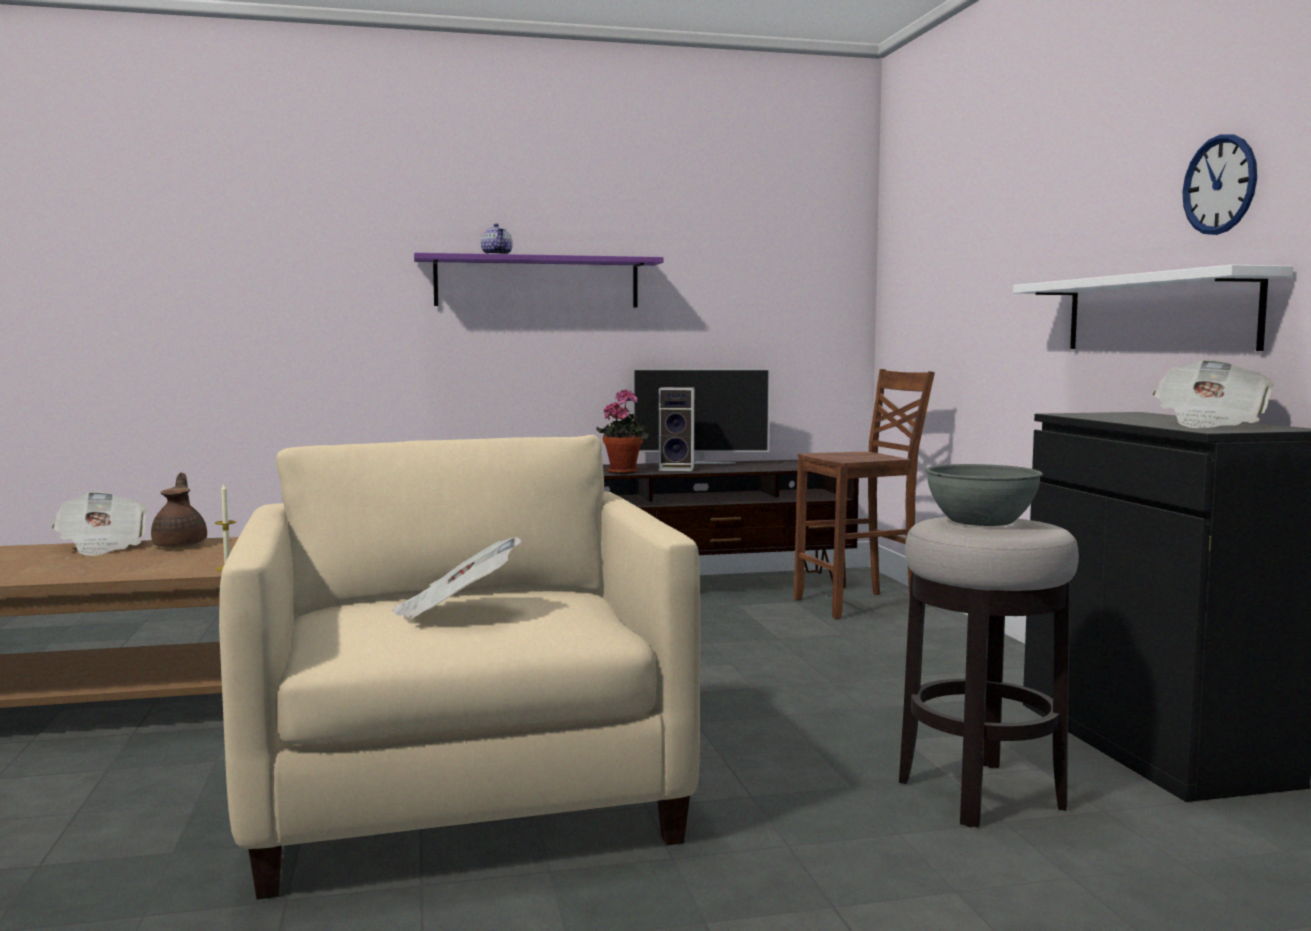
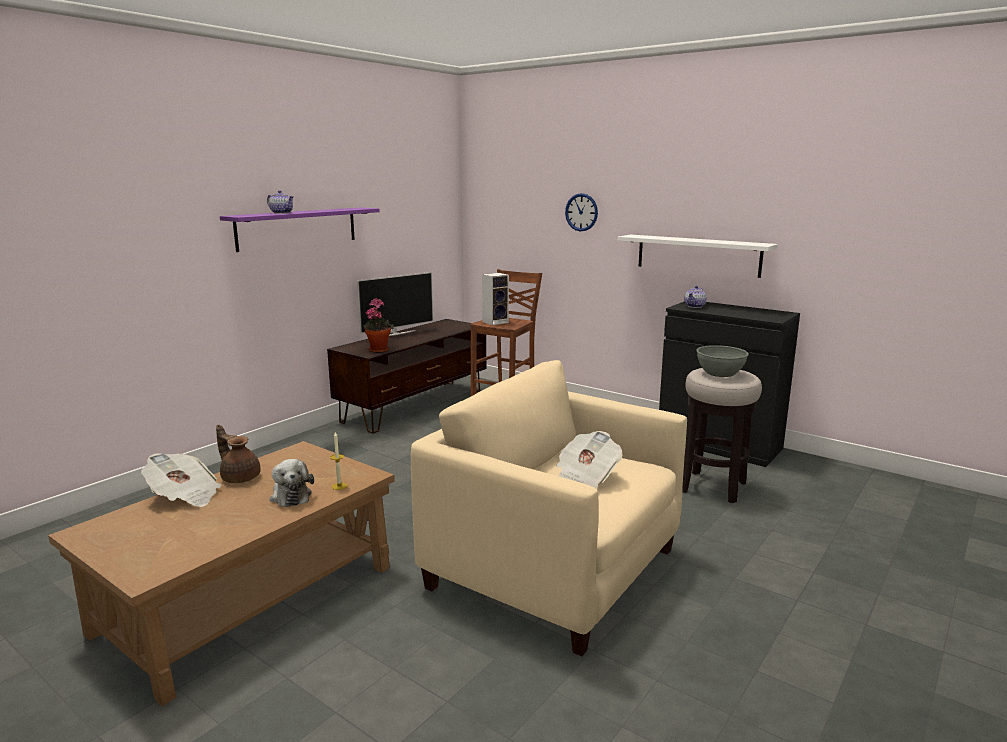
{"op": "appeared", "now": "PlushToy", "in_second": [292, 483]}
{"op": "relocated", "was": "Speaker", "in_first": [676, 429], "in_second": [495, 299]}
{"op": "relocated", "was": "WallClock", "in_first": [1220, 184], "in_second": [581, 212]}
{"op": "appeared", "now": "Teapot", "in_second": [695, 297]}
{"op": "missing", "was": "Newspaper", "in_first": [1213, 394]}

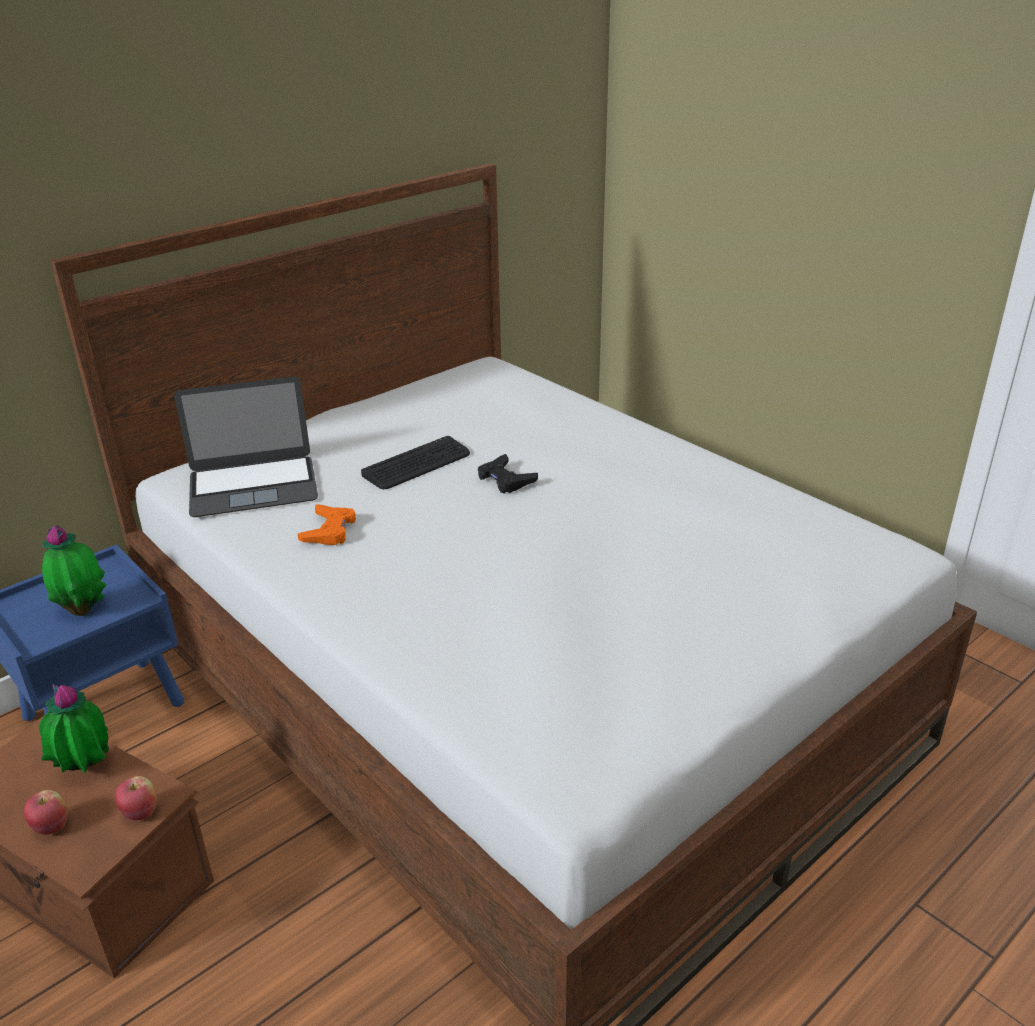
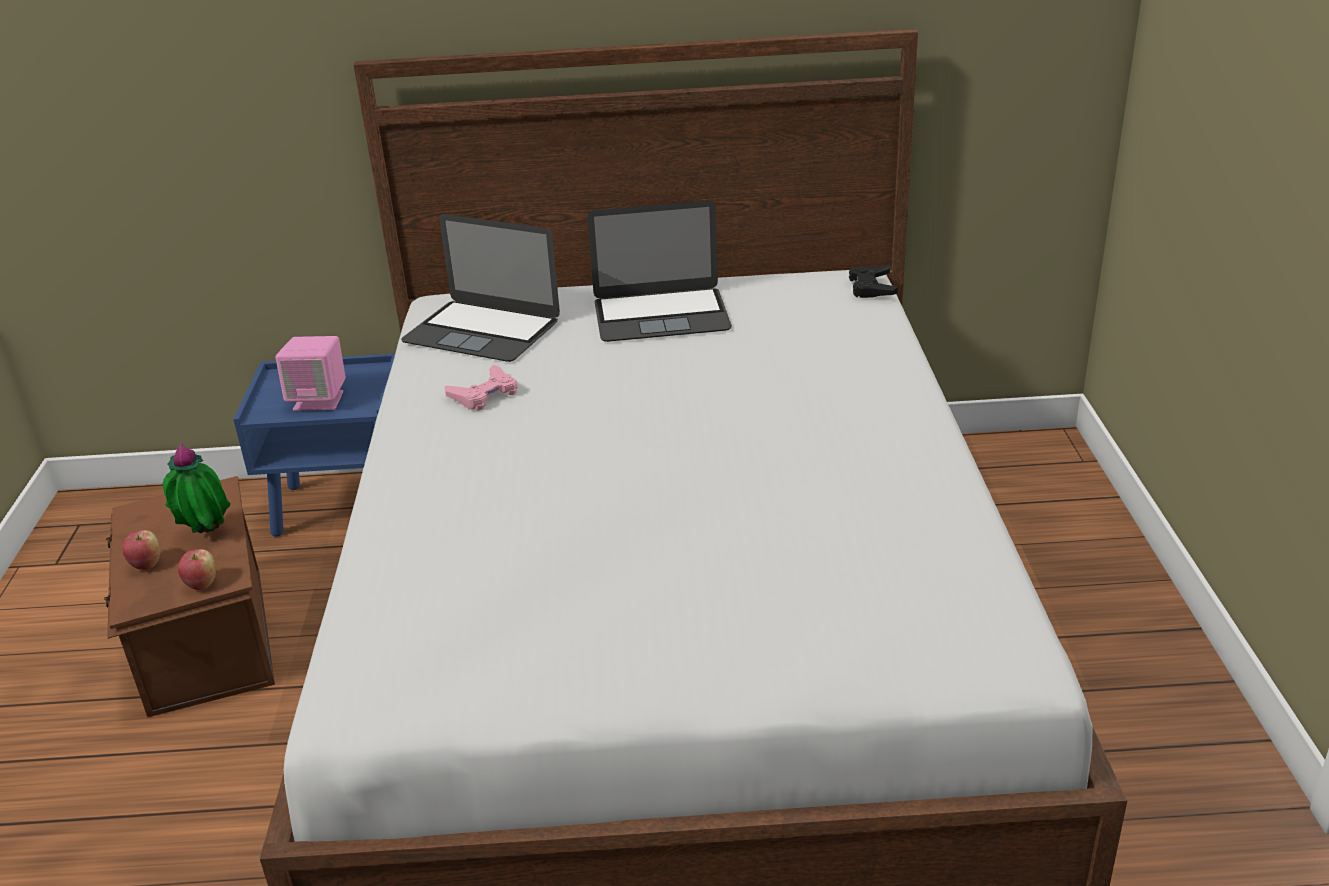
{"op": "exchanged", "was": "PottedPlant", "now": "PinkSpeaker", "in_first": [74, 570], "in_second": [310, 373]}
{"op": "colour", "was": "OrangeGameController", "now": "PinkGameController", "in_first": [327, 524], "in_second": [481, 388]}
{"op": "appeared", "now": "Laptop", "in_second": [659, 271]}
{"op": "relocated", "was": "BlackGameController", "in_first": [508, 474], "in_second": [873, 281]}
{"op": "missing", "was": "Keyboard", "in_first": [415, 462]}

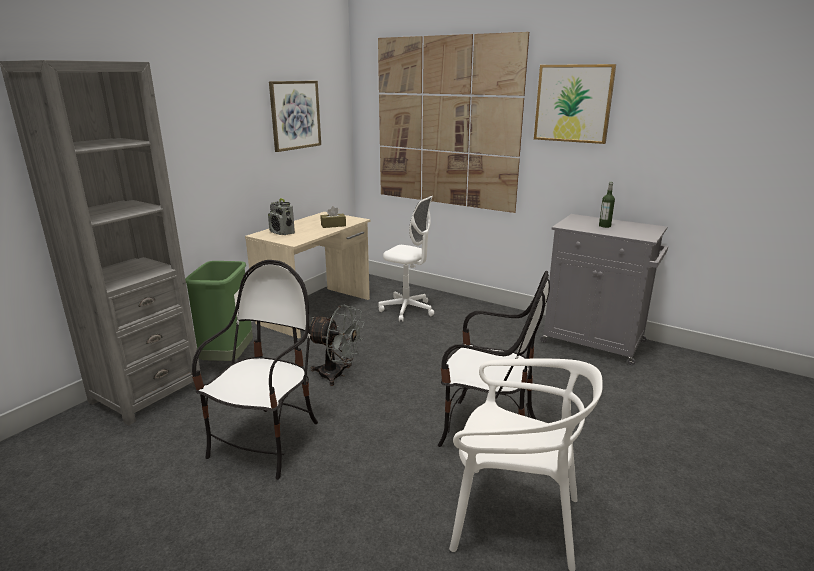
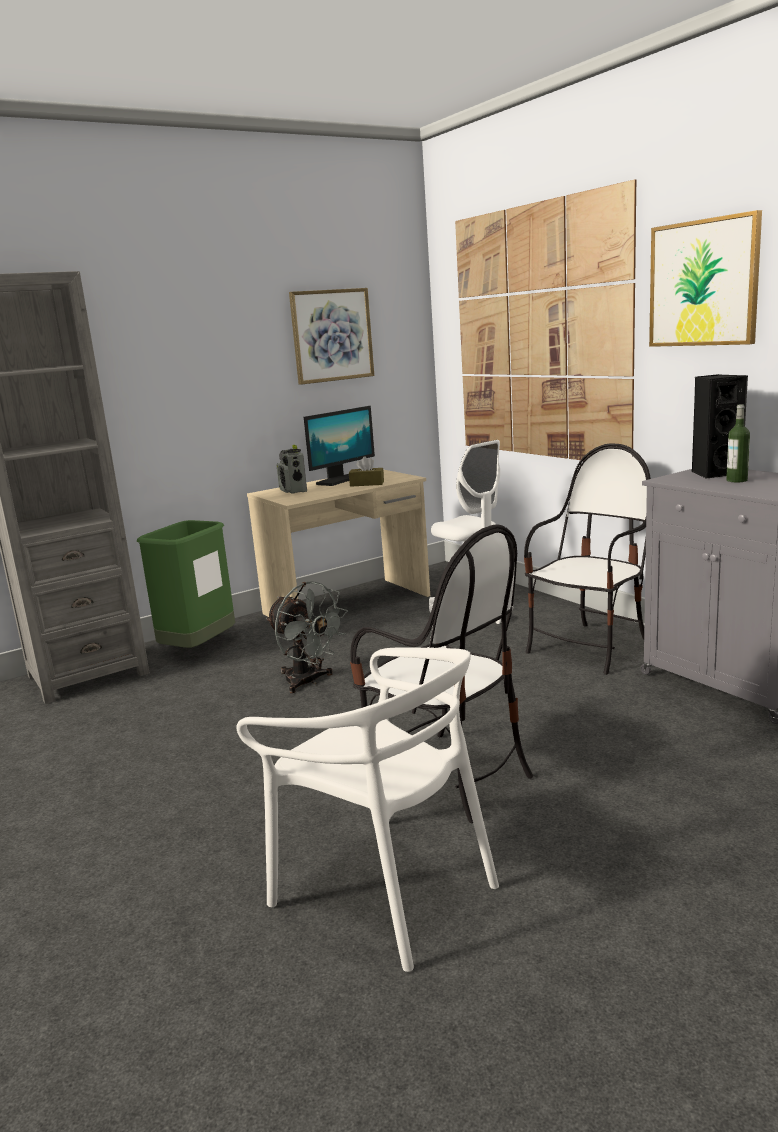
{"op": "appeared", "now": "Monitor", "in_second": [339, 446]}
{"op": "relocated", "was": "Chair", "in_first": [255, 370], "in_second": [587, 559]}
{"op": "appeared", "now": "BlackSpeaker", "in_second": [720, 426]}

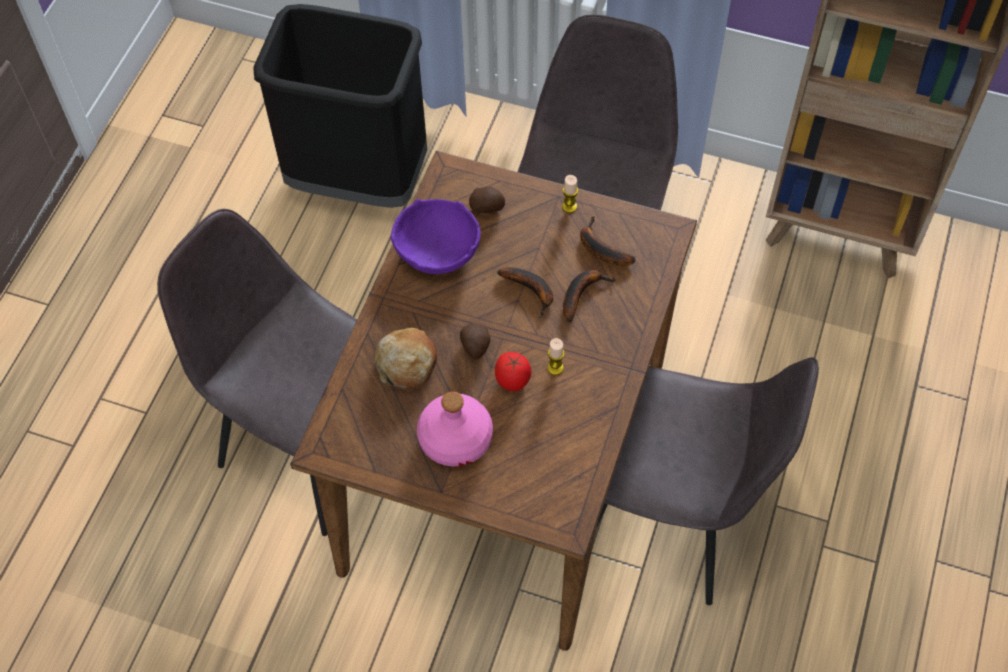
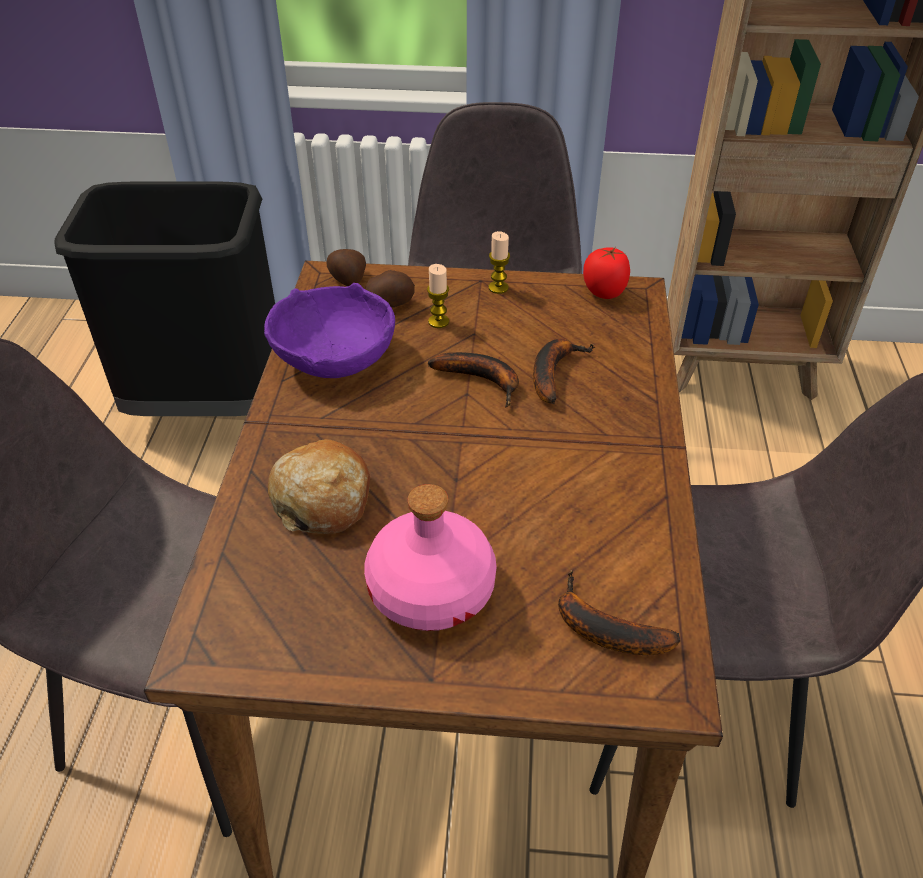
{"op": "relocated", "was": "Potato", "in_first": [475, 341], "in_second": [346, 267]}
{"op": "relocated", "was": "Candle", "in_first": [556, 356], "in_second": [438, 296]}
{"op": "relocated", "was": "Banana", "in_first": [607, 241], "in_second": [619, 613]}
{"op": "relocated", "was": "Tomato", "in_first": [513, 371], "in_second": [606, 273]}

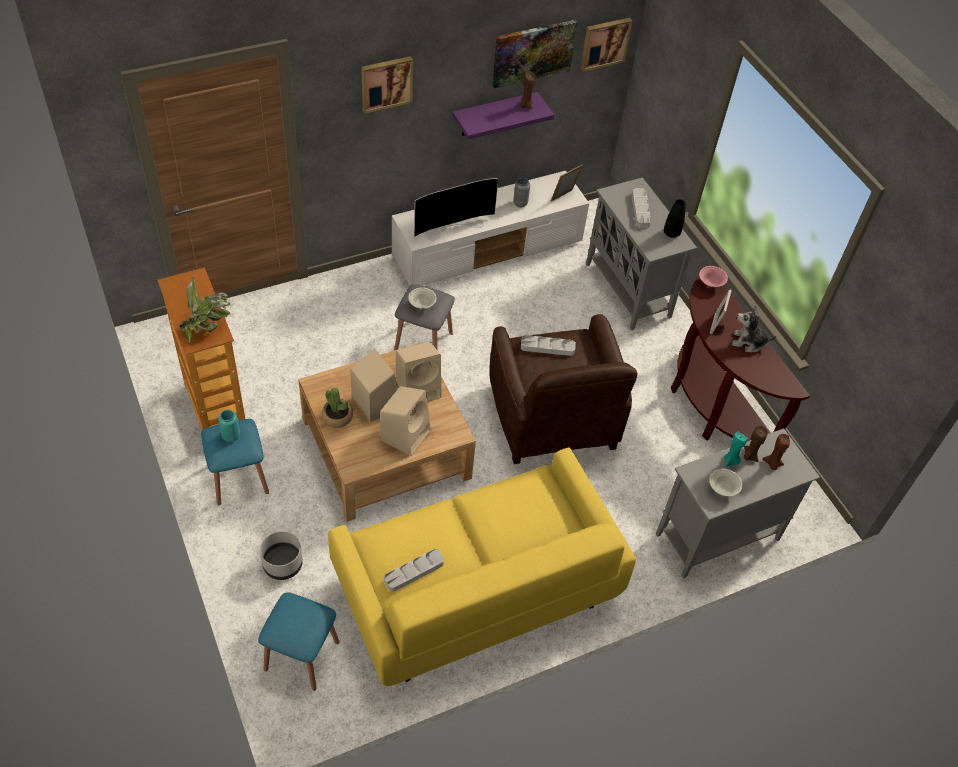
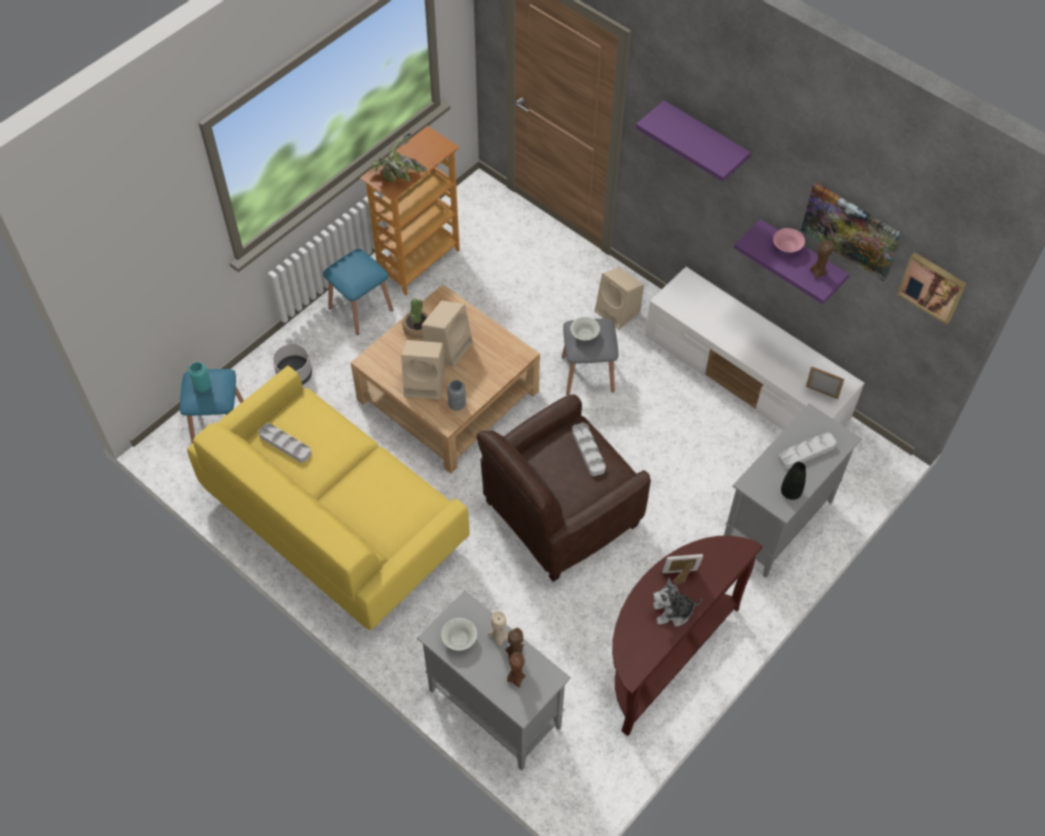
{"op": "relocated", "was": "TurquoiseVase", "in_first": [229, 426], "in_second": [199, 377]}
{"op": "relocated", "was": "GreyVase", "in_first": [521, 193], "in_second": [456, 395]}
{"op": "colour", "was": "TurquoiseCandle", "now": "BeigeCandle", "in_first": [736, 449], "in_second": [498, 628]}
{"op": "relocated", "was": "BeigeSpeaker", "in_first": [418, 371], "in_second": [619, 298]}
{"op": "exchanged", "was": "Picture", "now": "PurpleShelf", "in_first": [387, 84], "in_second": [693, 141]}
{"op": "spun", "was": "PlushToy", "in_first": [754, 328], "in_second": [677, 601], "clockwise": -90}
{"op": "relocated", "was": "PinkBowl", "in_first": [713, 277], "in_second": [789, 240]}
{"op": "missing", "was": "Television", "in_first": [456, 210]}

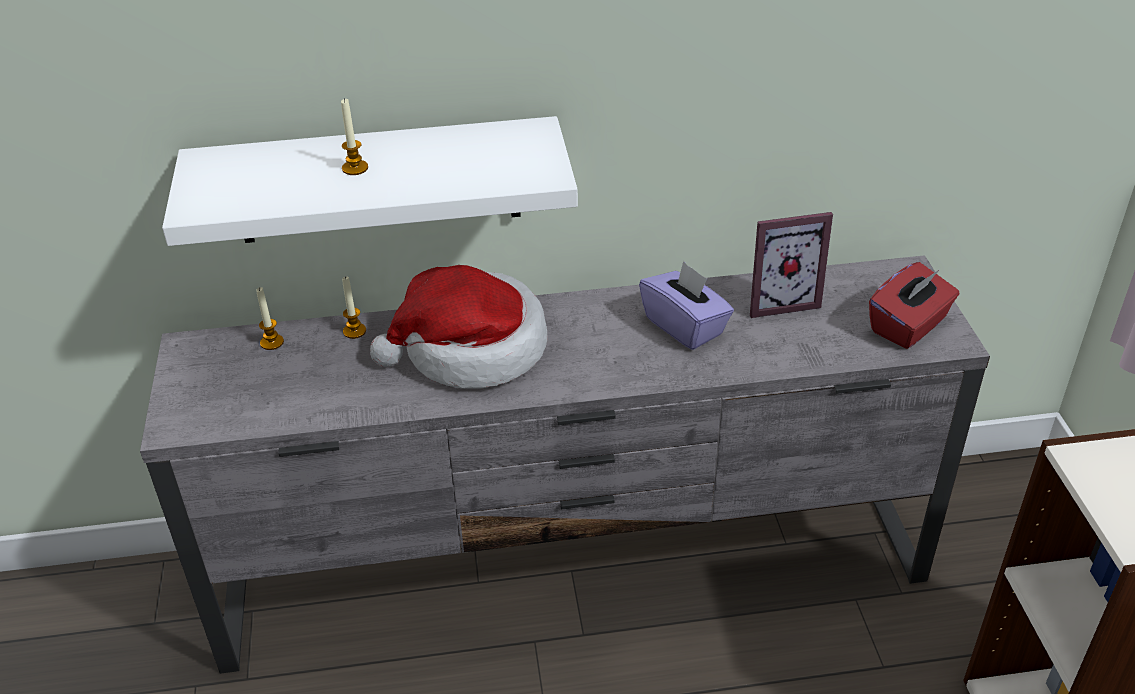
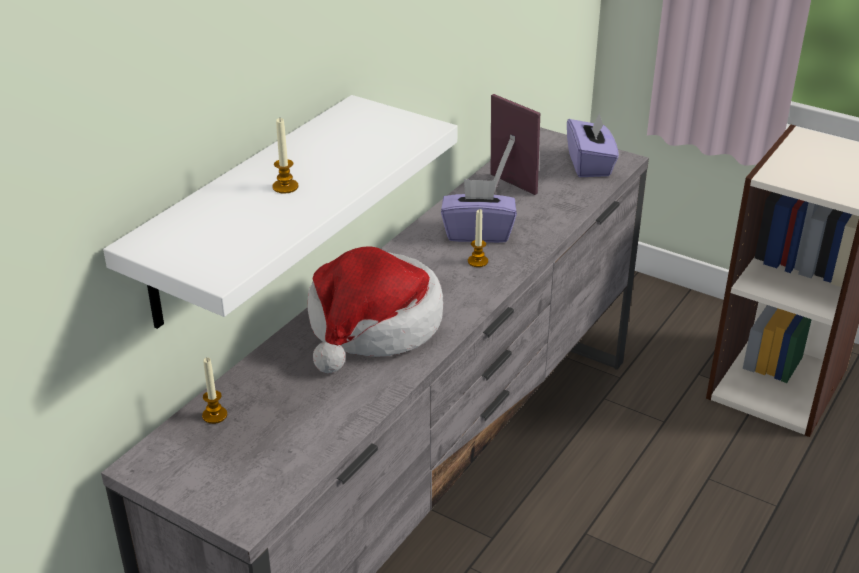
{"op": "relocated", "was": "Candle", "in_first": [354, 308], "in_second": [478, 238]}
{"op": "spun", "was": "PictureFrame", "in_first": [791, 265], "in_second": [515, 144], "clockwise": -75}
{"op": "colour", "was": "RedTissueBox", "now": "PurpleTissueBox", "in_first": [914, 305], "in_second": [593, 144]}

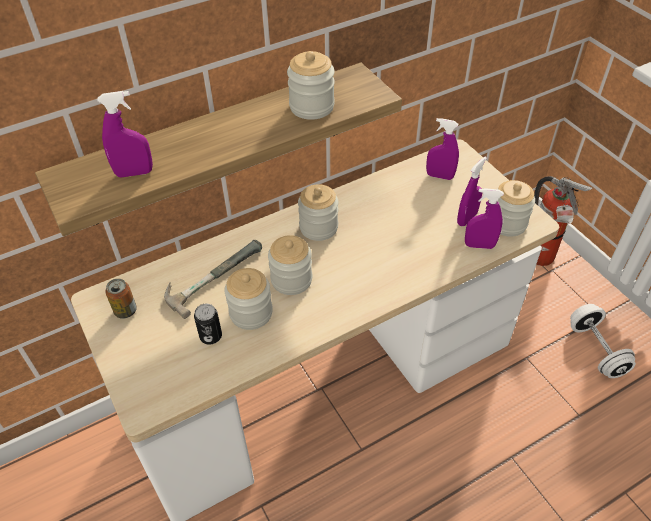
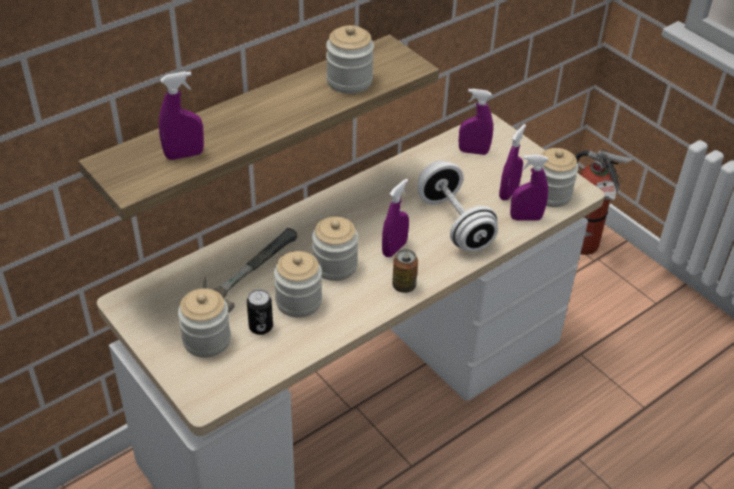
{"op": "relocated", "was": "Jar", "in_first": [318, 212], "in_second": [204, 323]}
{"op": "appeared", "now": "PurpleSprayBottle", "in_second": [395, 218]}
{"op": "relocated", "was": "Can", "in_first": [121, 299], "in_second": [405, 271]}
{"op": "relocated", "was": "WhiteDumbbell", "in_first": [603, 341], "in_second": [458, 206]}

